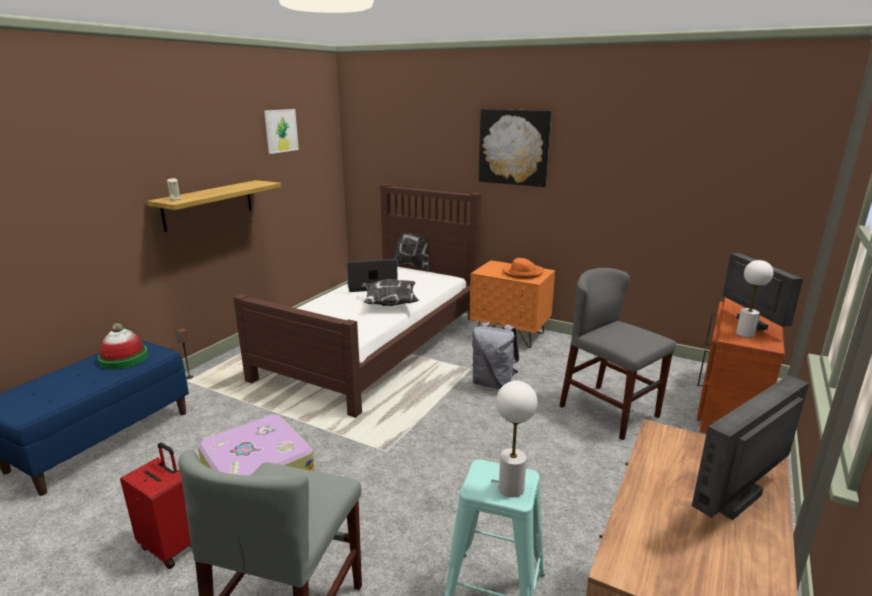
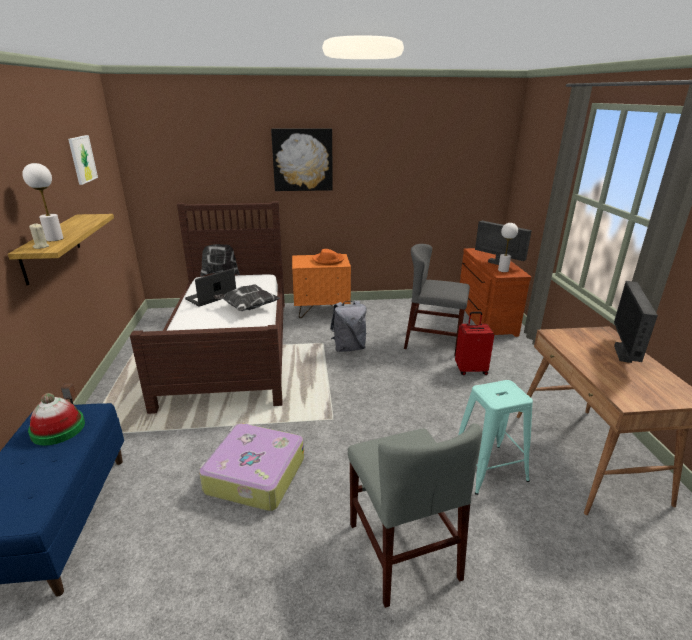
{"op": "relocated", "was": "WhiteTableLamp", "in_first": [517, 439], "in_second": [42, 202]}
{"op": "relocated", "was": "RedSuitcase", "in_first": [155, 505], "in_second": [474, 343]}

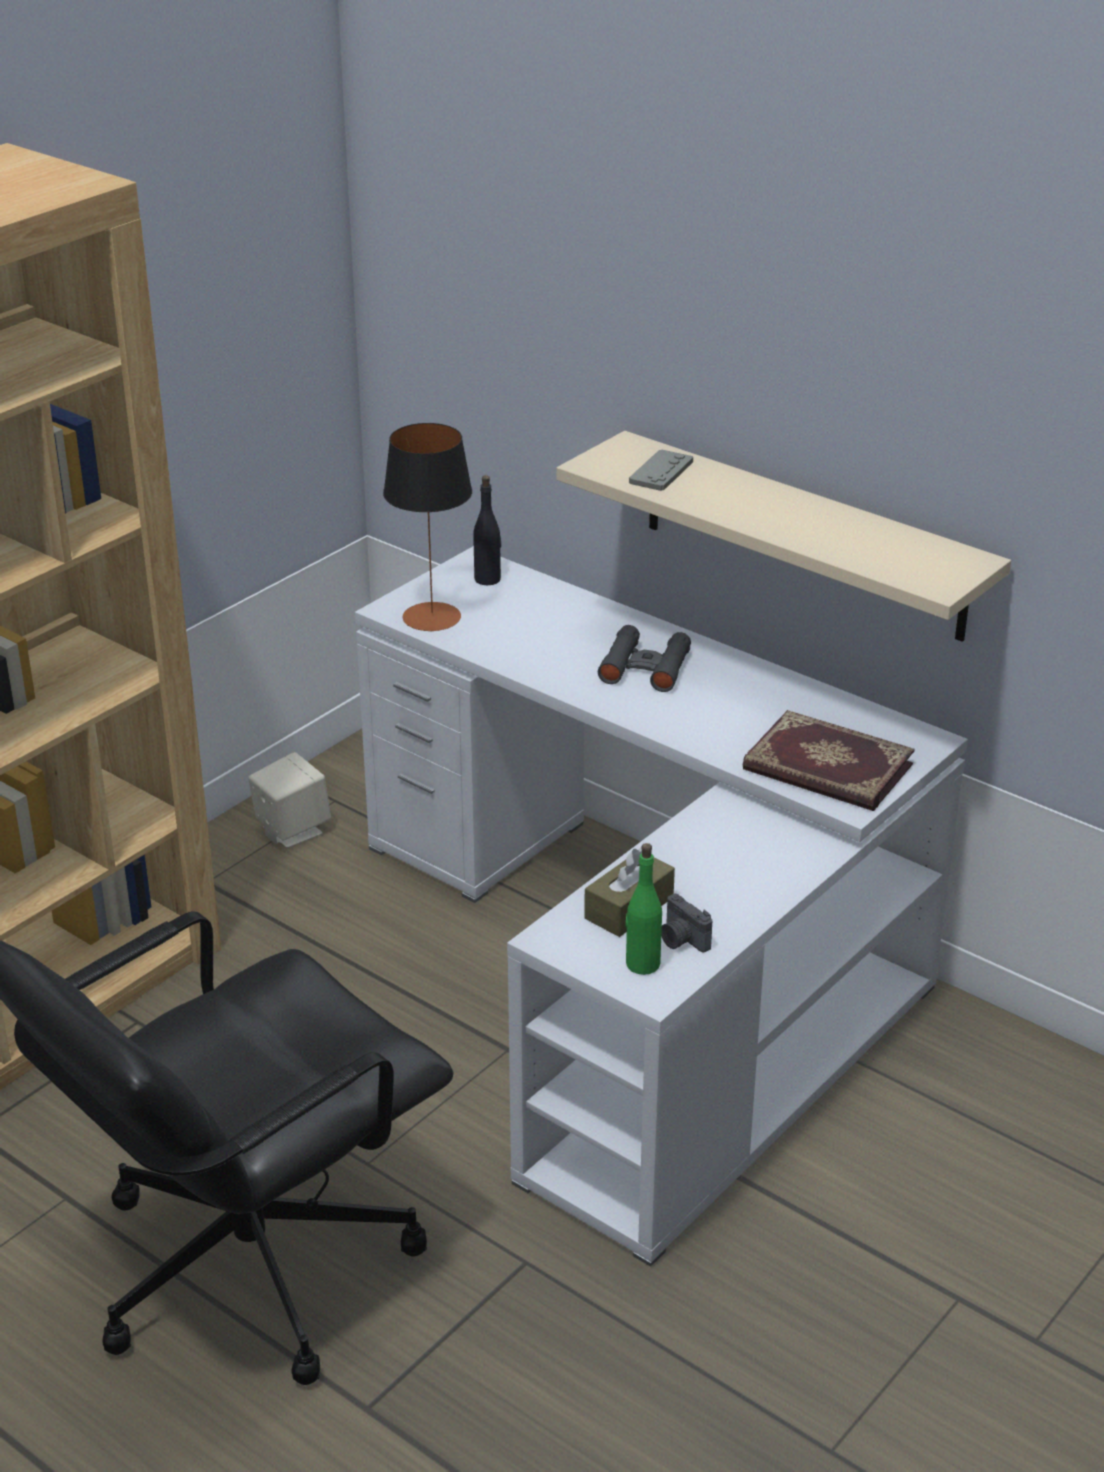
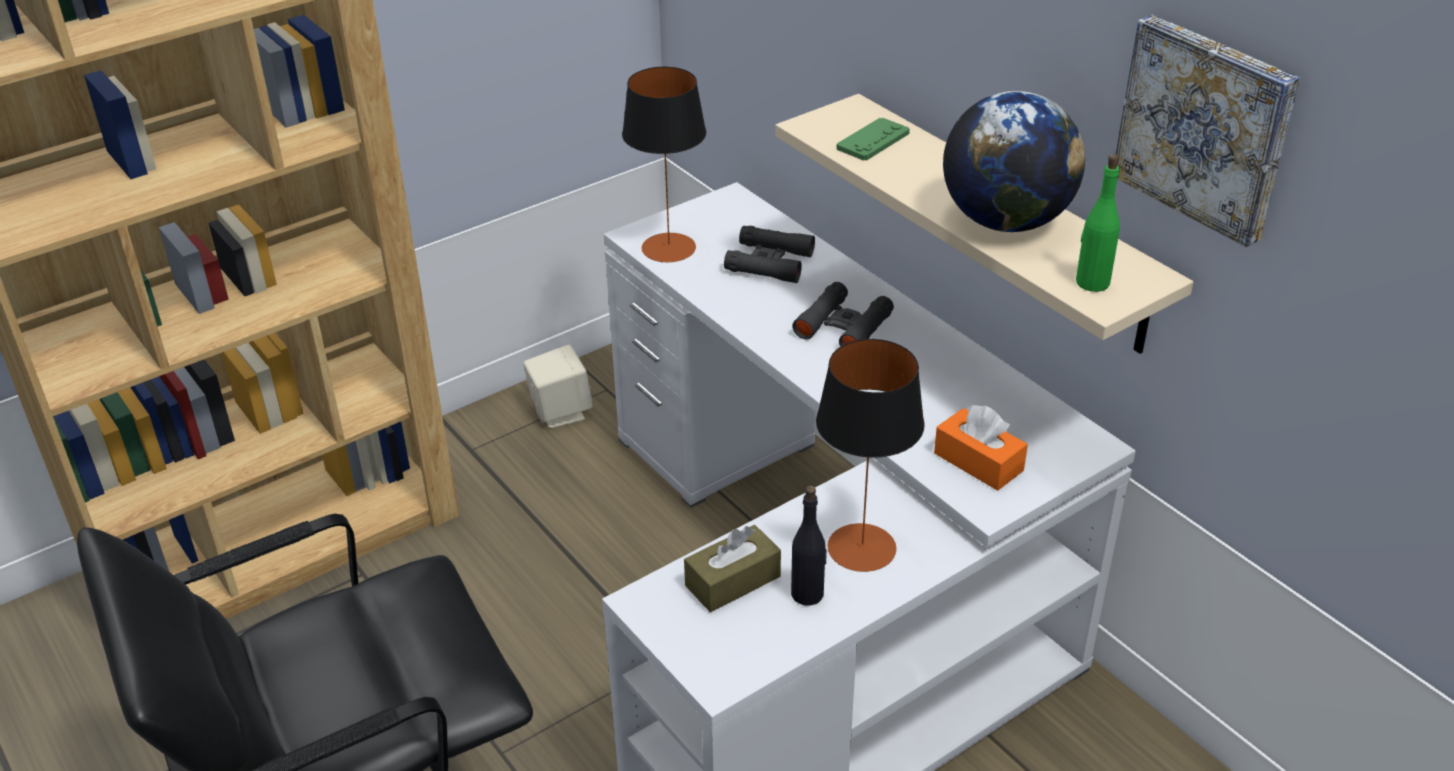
{"op": "appeared", "now": "BlackBinoculars", "in_second": [769, 254]}
{"op": "relocated", "was": "BlackBottle", "in_first": [487, 530], "in_second": [809, 545]}
{"op": "appeared", "now": "TableLamp", "in_second": [870, 455]}
{"op": "colour", "was": "GreyGameController", "now": "GreenGameController", "in_first": [661, 470], "in_second": [873, 139]}
{"op": "exchanged", "was": "Book", "now": "OrangeTissueBox", "in_first": [829, 760], "in_second": [981, 448]}
{"op": "appeared", "now": "Globe", "in_second": [1014, 161]}
{"op": "relocated", "was": "GreenBottle", "in_first": [644, 909], "in_second": [1098, 223]}
{"op": "appeared", "now": "Picture", "in_second": [1208, 131]}
{"op": "missing", "was": "PhotoCamera", "in_first": [686, 923]}

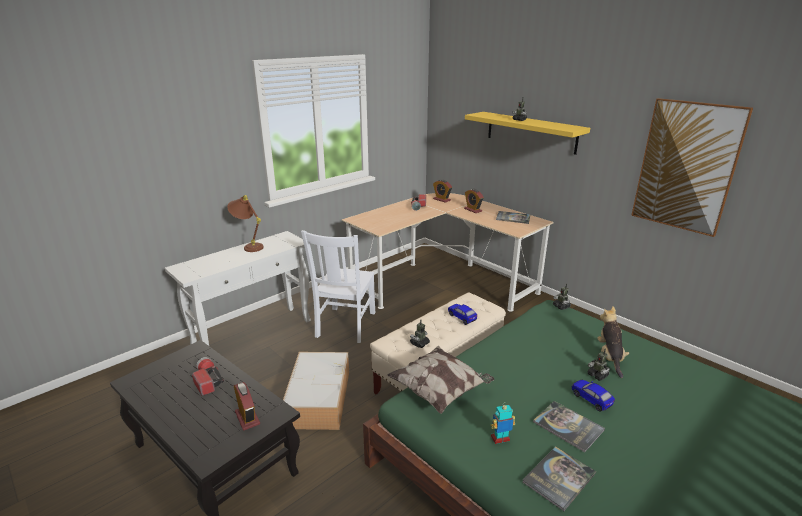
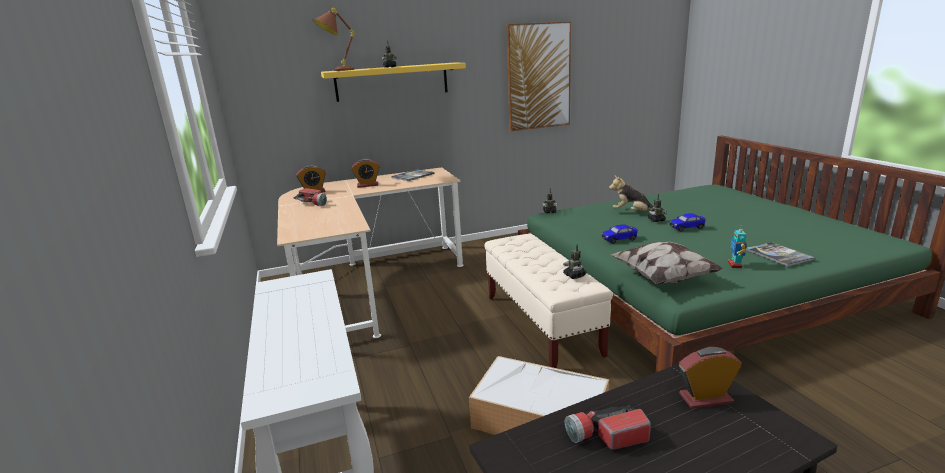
{"op": "relocated", "was": "BrownTableLamp", "in_first": [246, 223], "in_second": [334, 39]}
{"op": "relocated", "was": "ToyCar", "in_first": [462, 314], "in_second": [620, 234]}
{"op": "missing", "was": "WhiteChair", "in_first": [338, 286]}
{"op": "missing", "was": "Book", "in_first": [569, 426]}

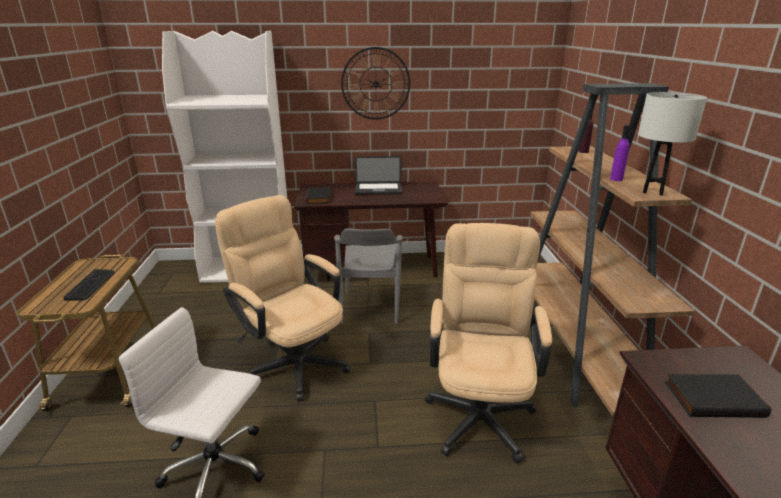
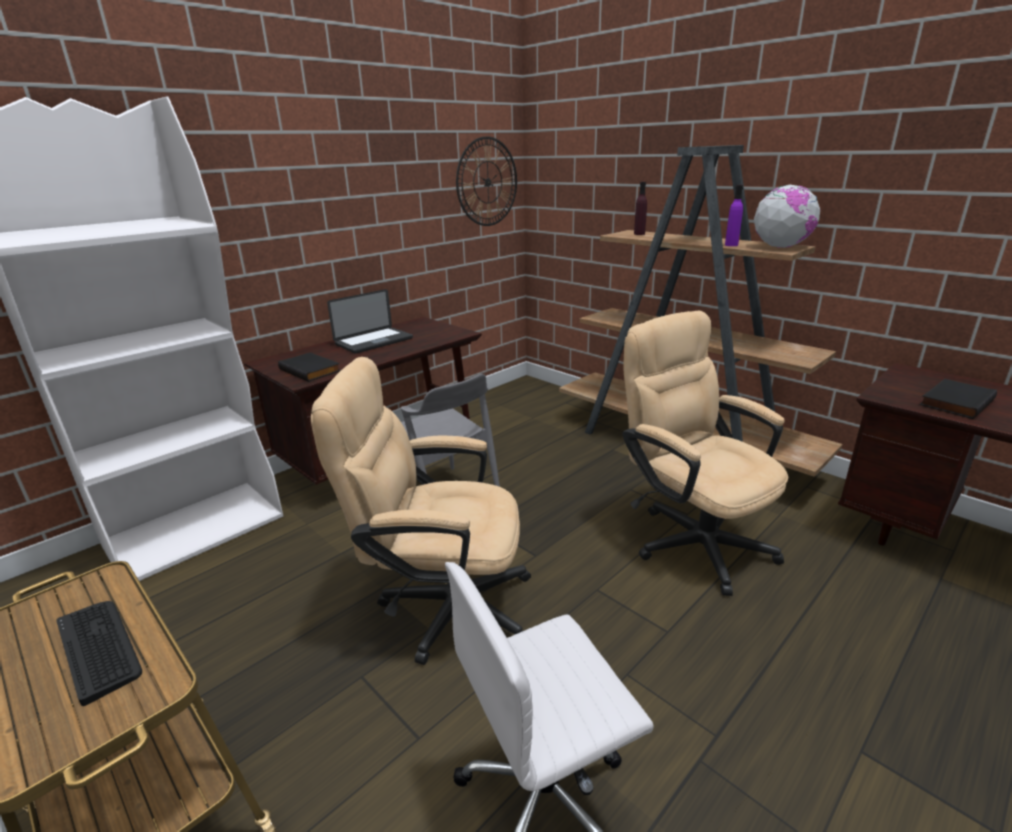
{"op": "relocated", "was": "WallClock", "in_first": [375, 83], "in_second": [486, 181]}
{"op": "exchanged", "was": "WhiteTableLamp", "now": "Globe", "in_first": [672, 144], "in_second": [787, 216]}

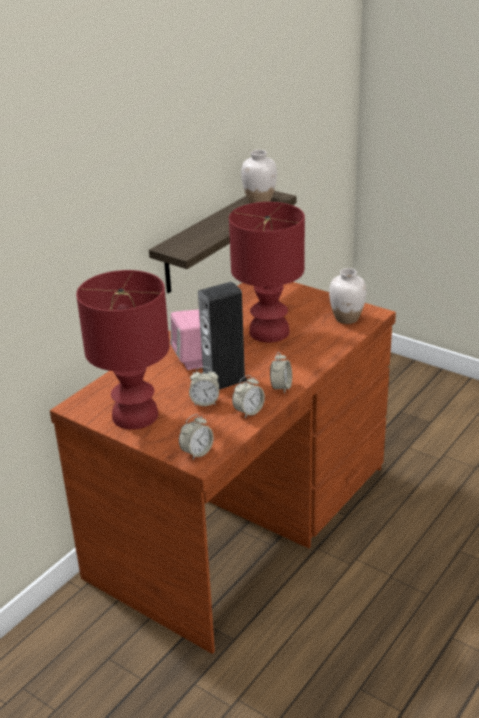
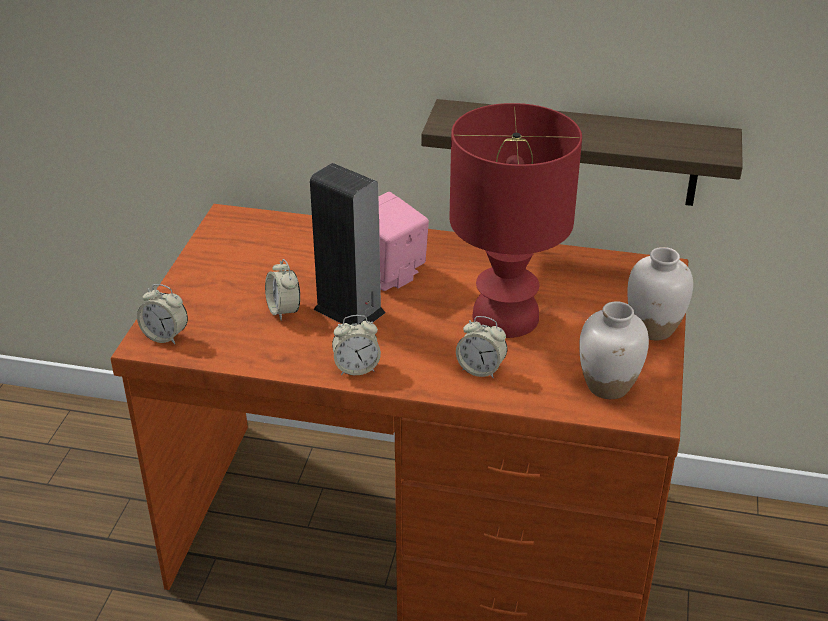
{"op": "relocated", "was": "AlarmClock", "in_first": [248, 396], "in_second": [481, 347]}
{"op": "relocated", "was": "WhiteVase", "in_first": [259, 176], "in_second": [660, 293]}
{"op": "missing", "was": "RedTableLamp", "in_first": [123, 350]}

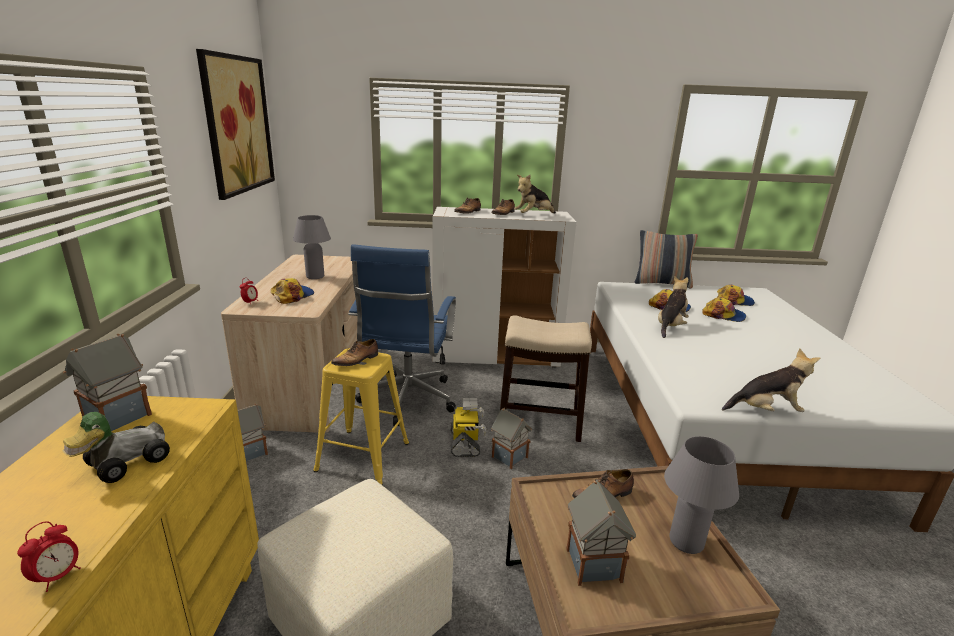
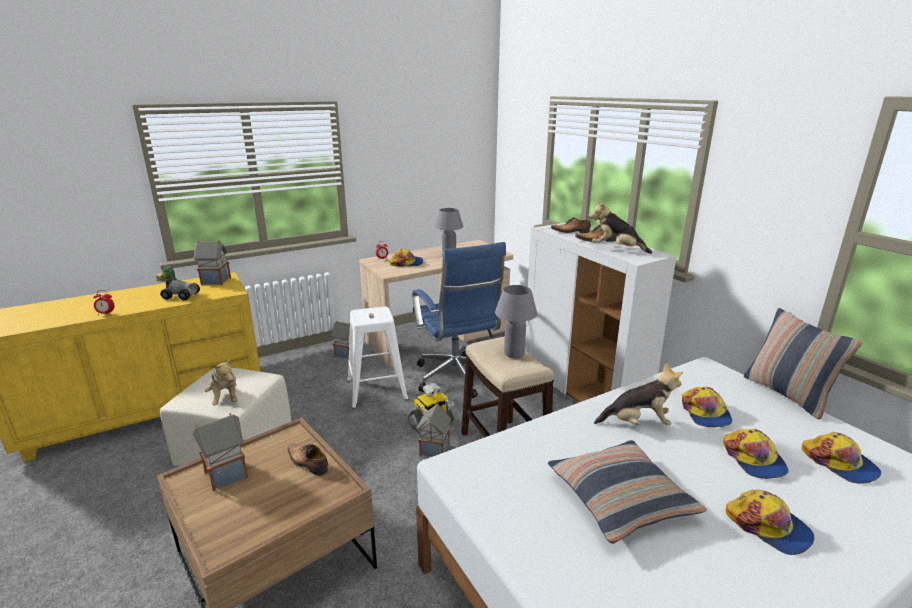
{"op": "relocated", "was": "PlushToy", "in_first": [771, 380], "in_second": [221, 381]}
{"op": "colour", "was": "YellowStool", "now": "WhiteStool", "in_first": [361, 416], "in_second": [377, 358]}
{"op": "spun", "was": "BlueOfficeChair", "in_first": [402, 335], "in_second": [459, 320], "clockwise": -90}
{"op": "relocated", "was": "GreyTableLamp", "in_first": [701, 495], "in_second": [516, 321]}
{"op": "appeared", "now": "Pillow", "in_second": [627, 491]}
{"op": "appeared", "now": "Cap", "in_second": [770, 522]}
{"op": "missing", "was": "Picture", "in_first": [235, 124]}
{"op": "missing", "was": "Shoe", "in_first": [354, 352]}

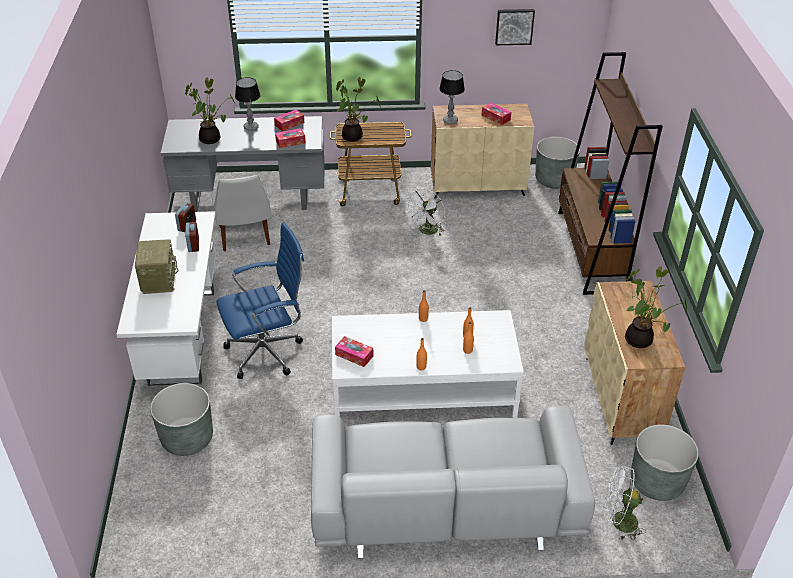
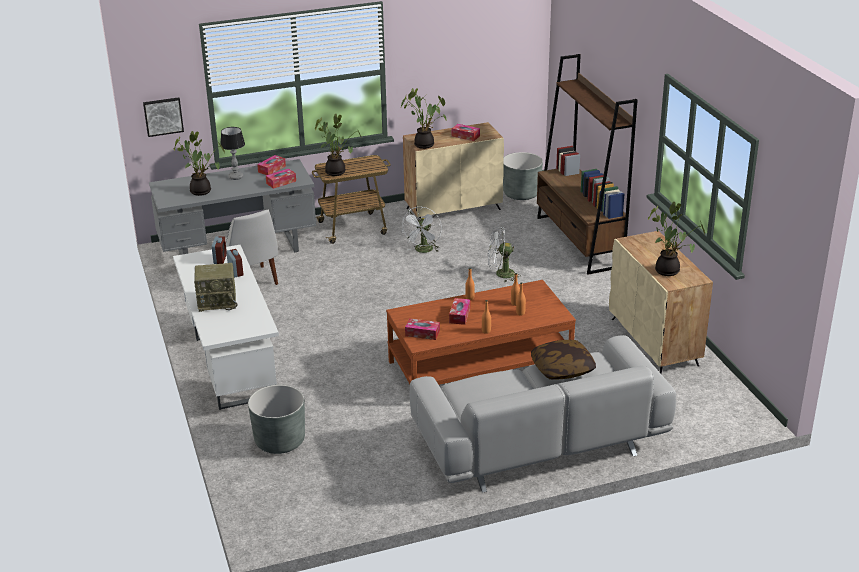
{"op": "relocated", "was": "Picture", "in_first": [515, 27], "in_second": [163, 117]}
{"op": "spun", "was": "Radio", "in_first": [157, 266], "in_second": [216, 287], "clockwise": 105}
{"op": "colour", "was": "WhiteCoffeeTable", "now": "BrownCoffeeTable", "in_first": [428, 364], "in_second": [481, 332]}
{"op": "exchanged", "was": "TableLamp", "now": "PottedPlant", "in_first": [452, 97], "in_second": [424, 118]}
{"op": "appeared", "now": "TissueBox", "in_second": [459, 311]}
{"op": "relocated", "was": "WhiteFan", "in_first": [624, 503], "in_second": [504, 254]}
{"op": "appeared", "now": "Pillow", "in_second": [563, 360]}
{"op": "missing", "was": "BlueOfficeChair", "in_first": [260, 300]}
{"op": "missing", "was": "GreyPlanter", "in_first": [665, 462]}

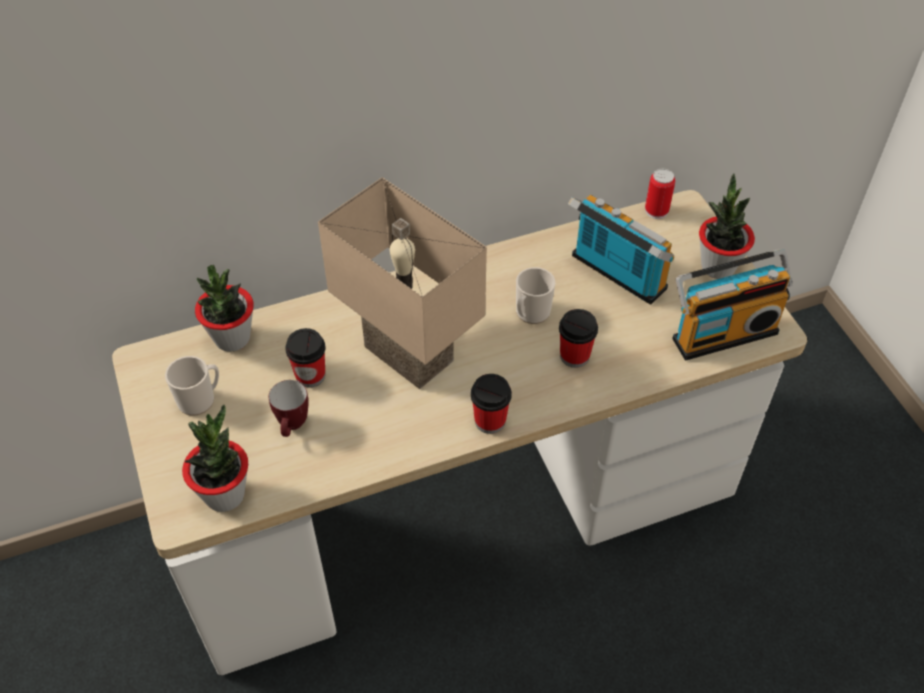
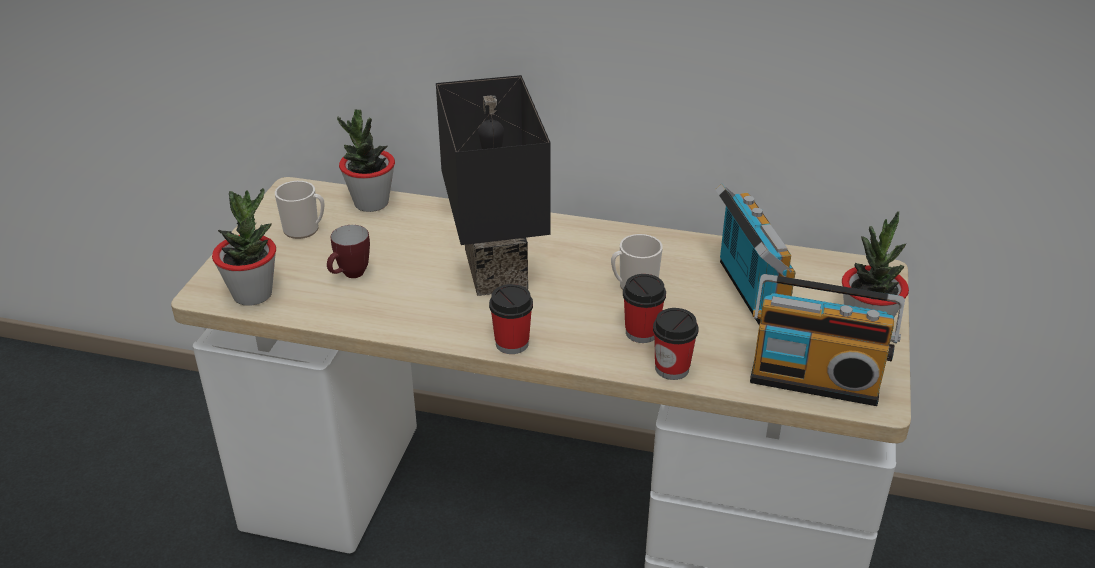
{"op": "colour", "was": "BeigeTableLamp", "now": "BlackTableLamp", "in_first": [402, 283], "in_second": [493, 185]}
{"op": "relocated", "was": "Cup", "in_first": [305, 358], "in_second": [676, 344]}
{"op": "missing", "was": "Can", "in_first": [660, 194]}

